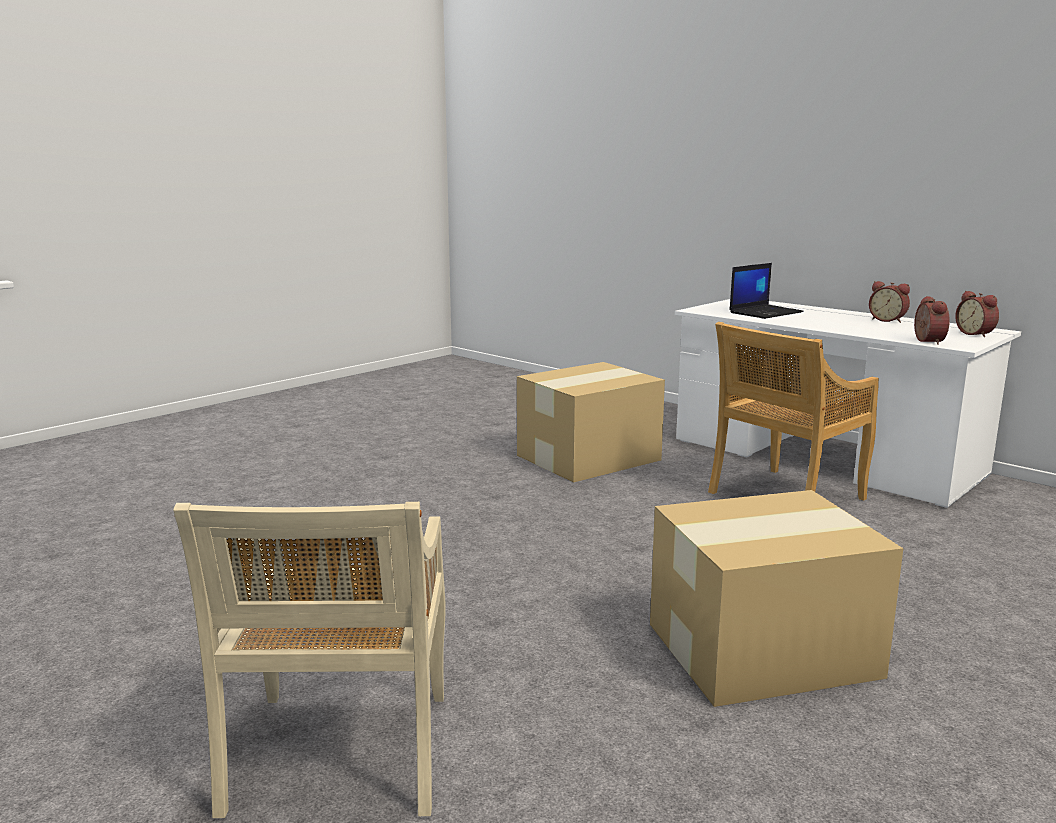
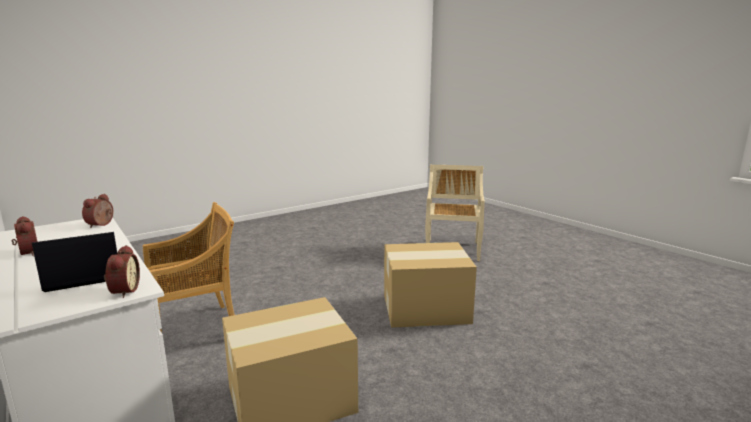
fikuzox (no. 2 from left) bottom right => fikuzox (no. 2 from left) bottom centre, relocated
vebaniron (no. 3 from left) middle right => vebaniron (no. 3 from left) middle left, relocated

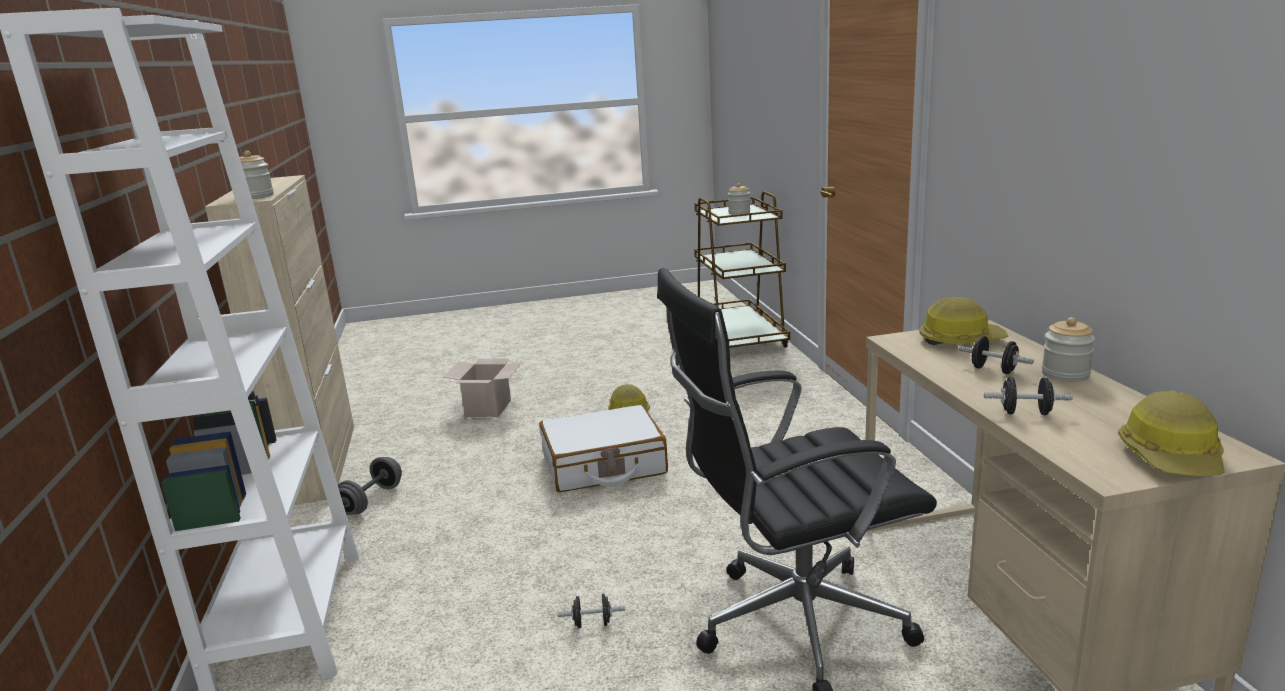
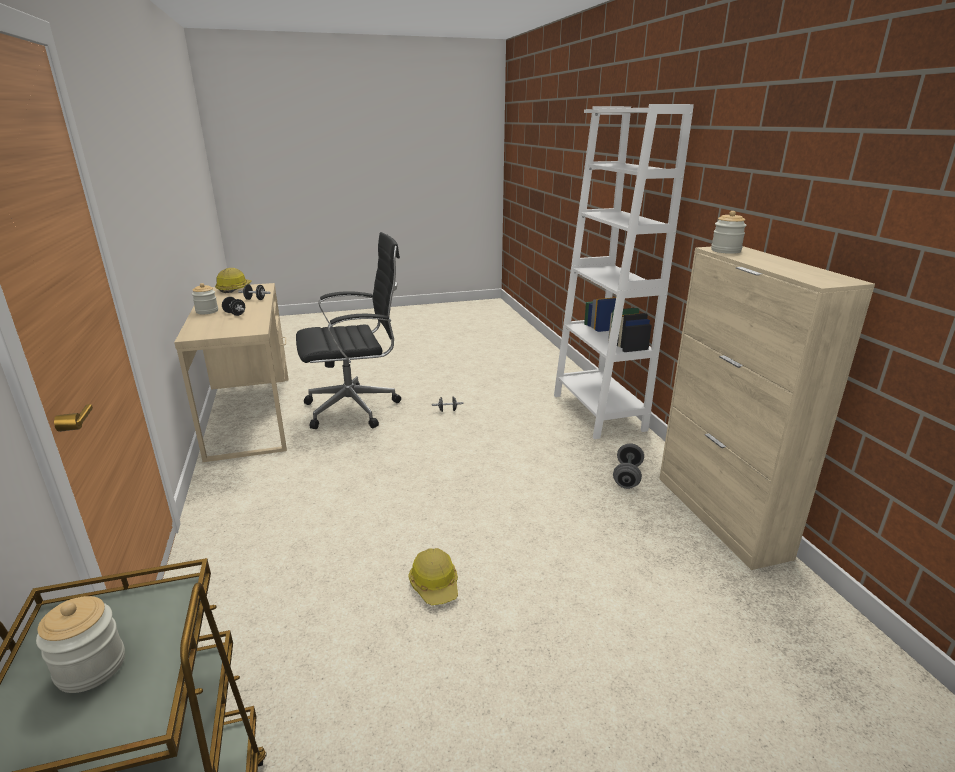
fikuzox centre => nothing
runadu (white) centre => nothing
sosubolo (no. 2 from left) middle right => nothing

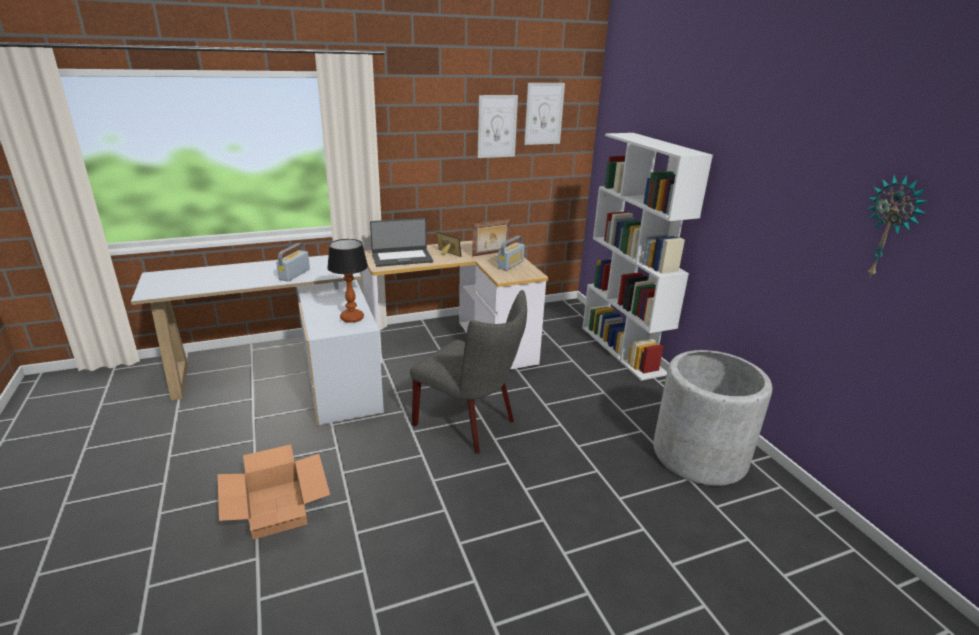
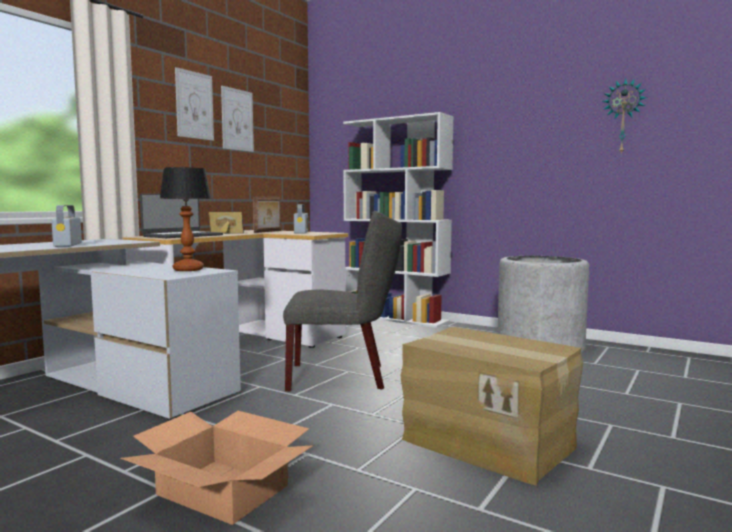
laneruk (no. 2 from left in the first image) top centre => laneruk (no. 1 from left) top left, relocated
nothing => fikuzox (no. 2 from left) bottom right

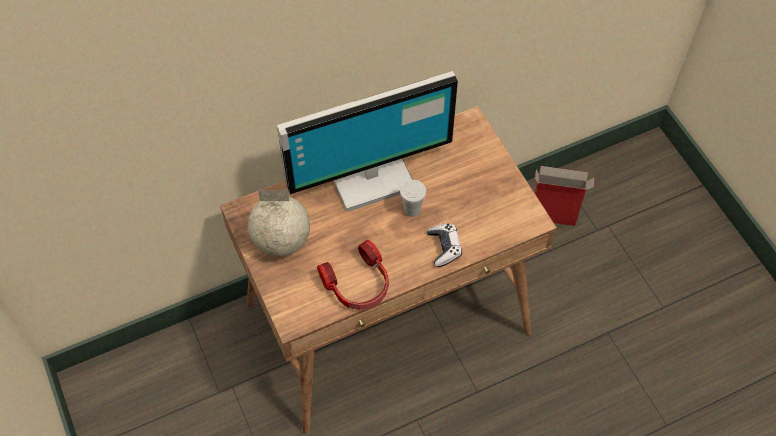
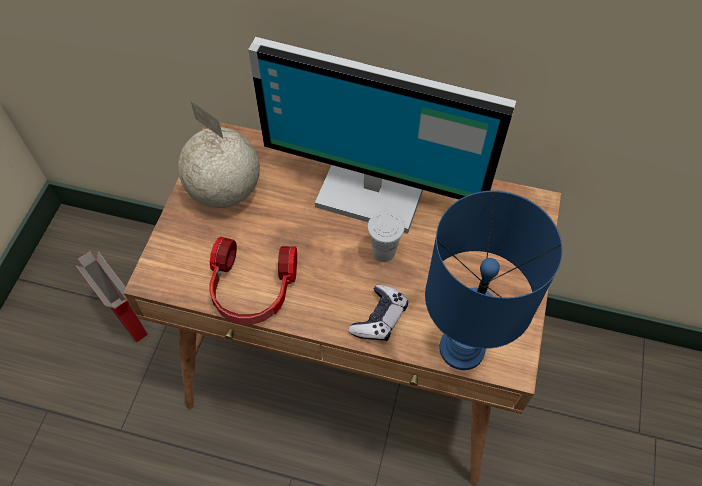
fikuzox middle right => fikuzox middle left, relocated
nothing => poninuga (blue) middle right

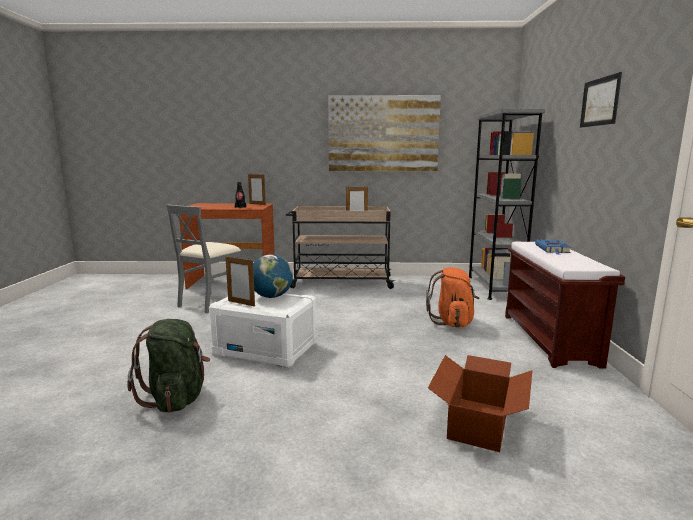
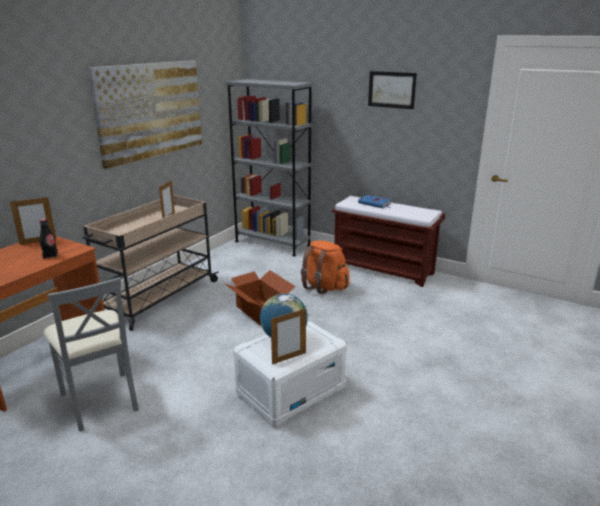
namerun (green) bottom left => nothing
fikuzox bottom right => fikuzox centre, relocated

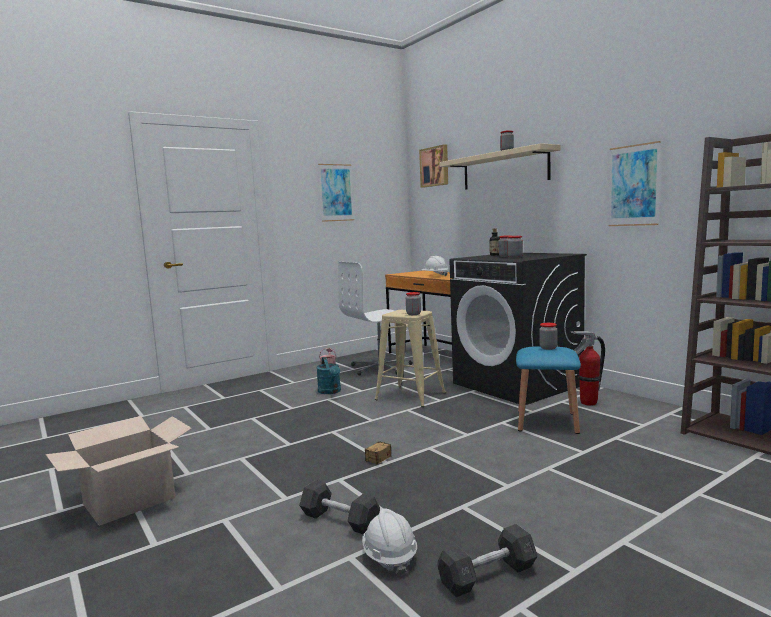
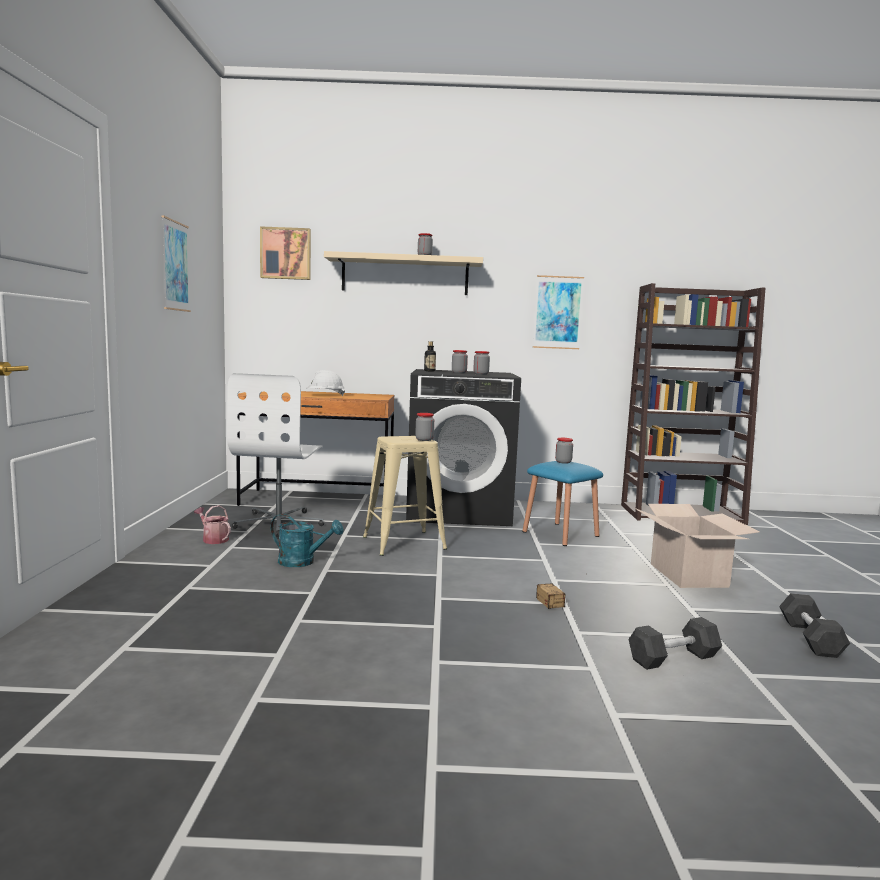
fikuzox bottom left => fikuzox middle right, relocated
sosubolo (white) (no. 1 from left) bottom centre => nothing
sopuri middle right => nothing

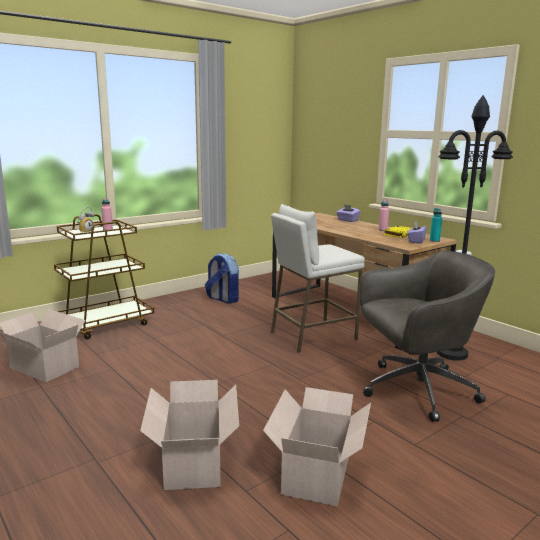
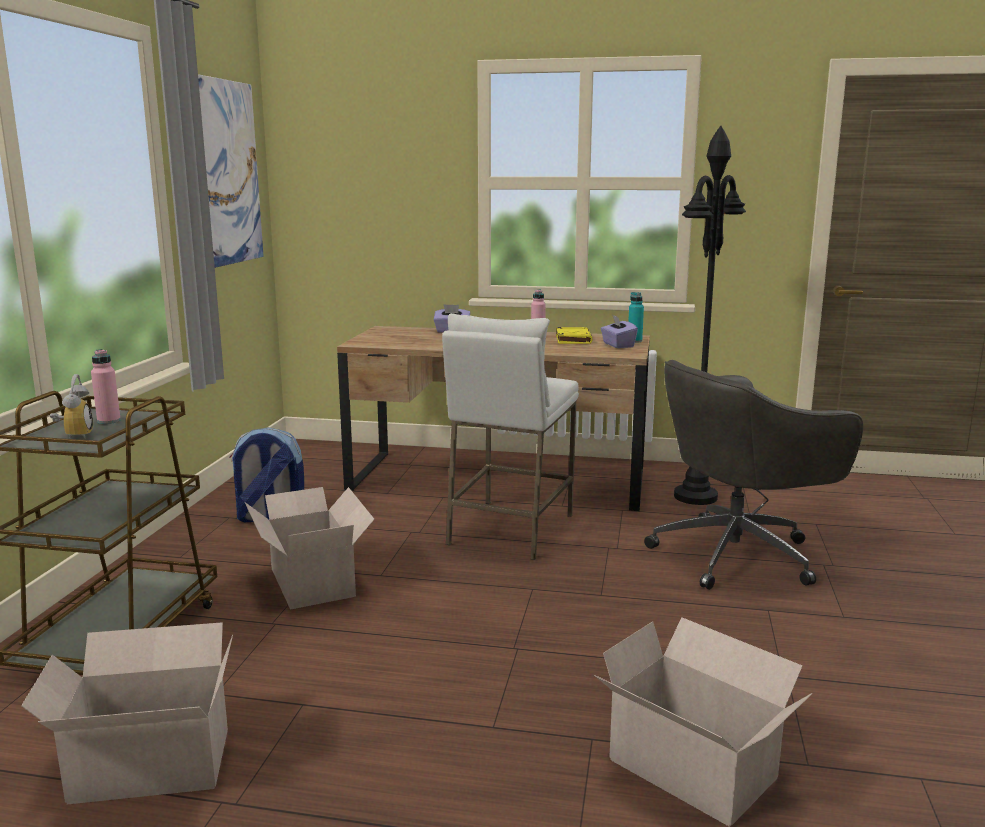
fikuzox (no. 3 from left in the first image) bottom centre => fikuzox (no. 2 from left) middle left, relocated
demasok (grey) middle right, 150 degrees counterclockwise
nothing => laneruk top left

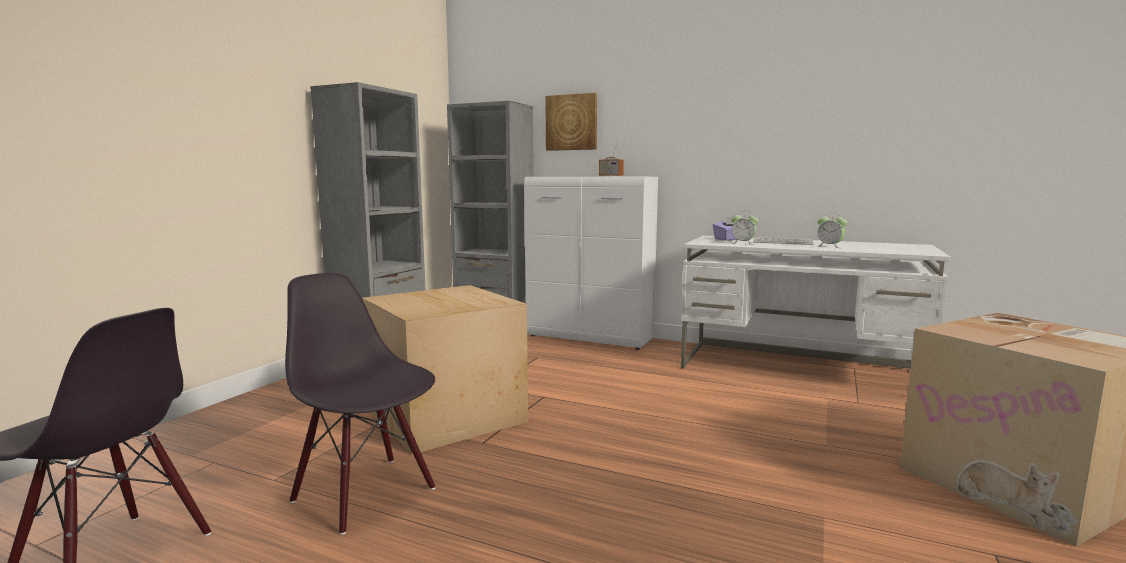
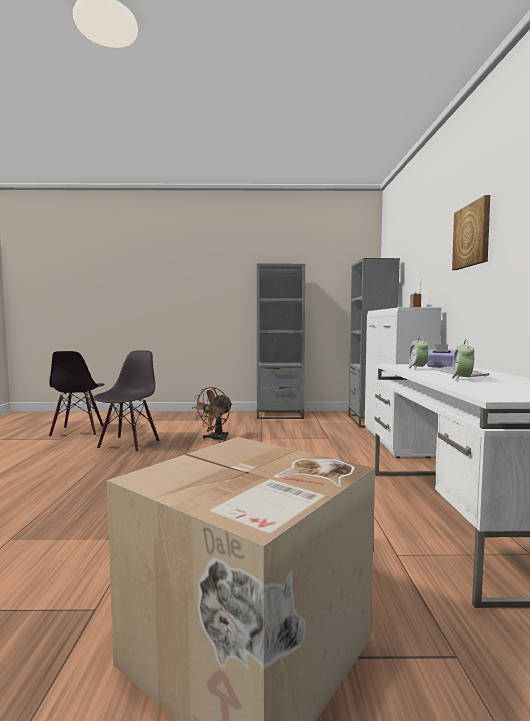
fikuzox (no. 1 from left) centre => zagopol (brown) centre
laneruk top centre => laneruk top right, relocated

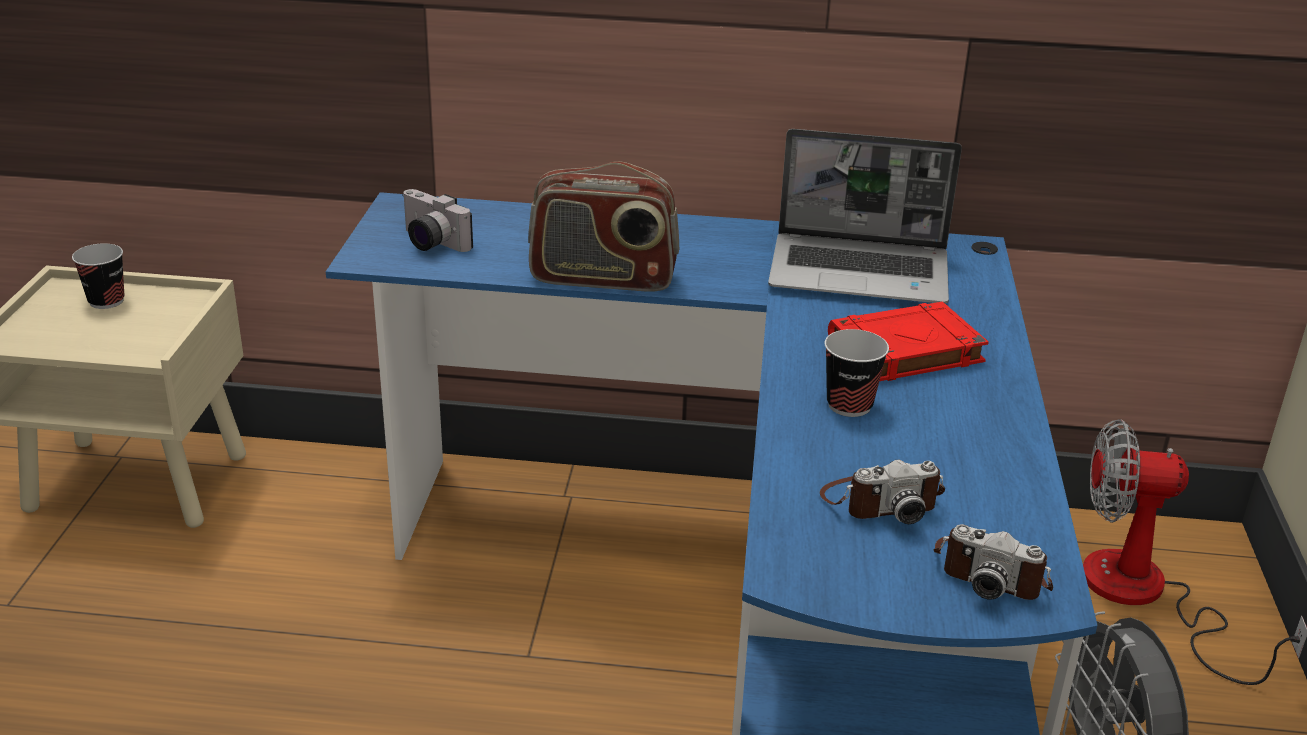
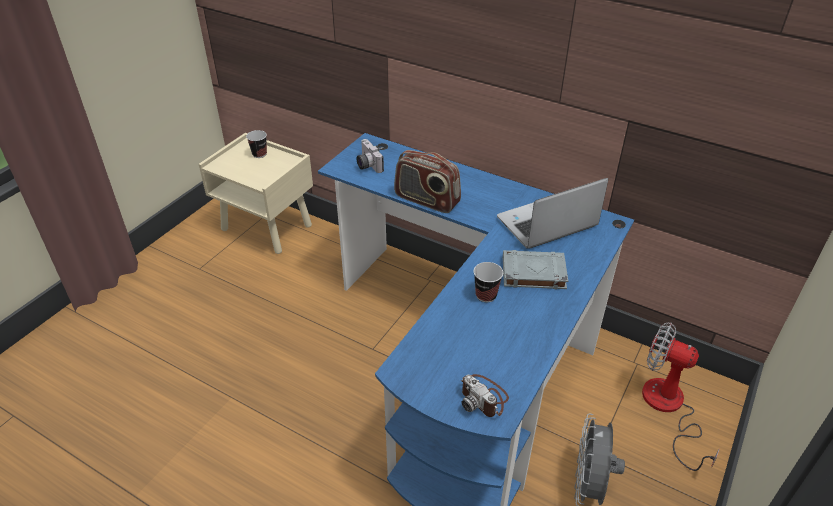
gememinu top centre => gememinu centre, 120 degrees clockwise
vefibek (no. 2 from left) bottom right => nothing
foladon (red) middle right => foladon (grey) centre

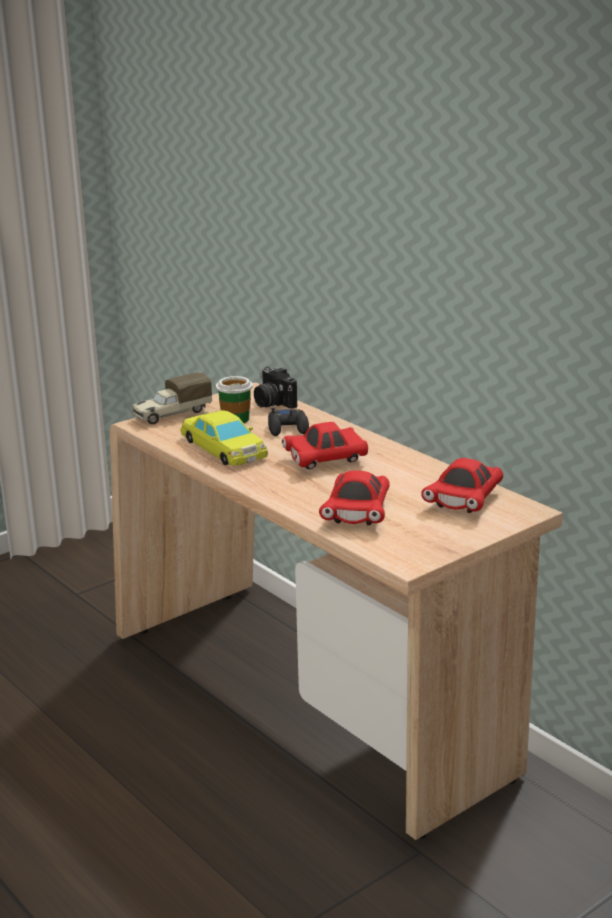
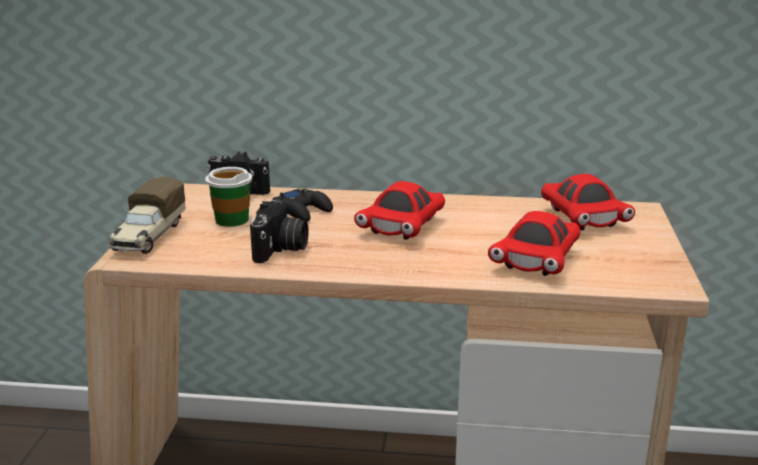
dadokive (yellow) centre => vefibek (no. 2 from left) centre
dadokive (red) (no. 2 from left) centre => dadokive (red) (no. 2 from left) middle right, 60 degrees clockwise

